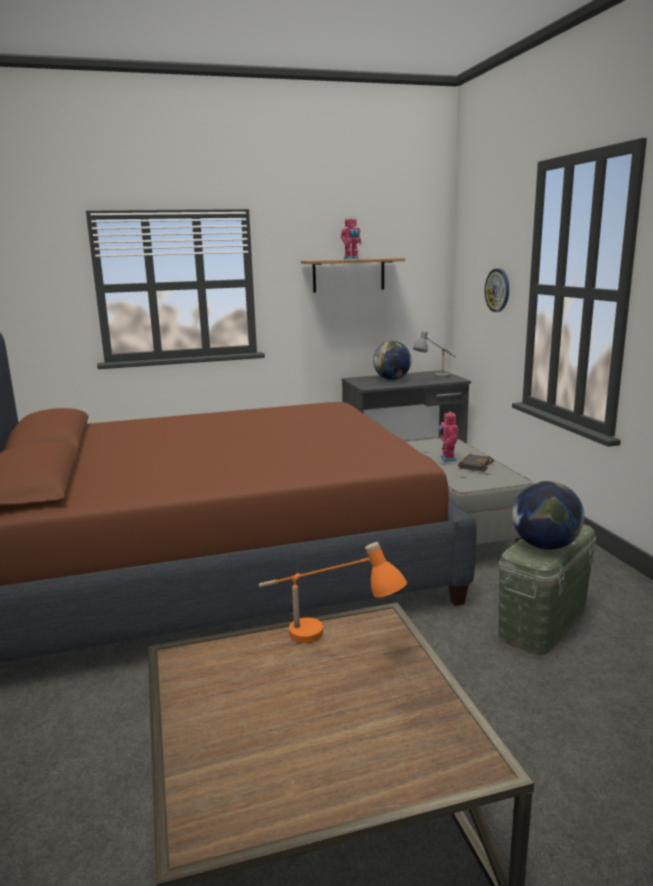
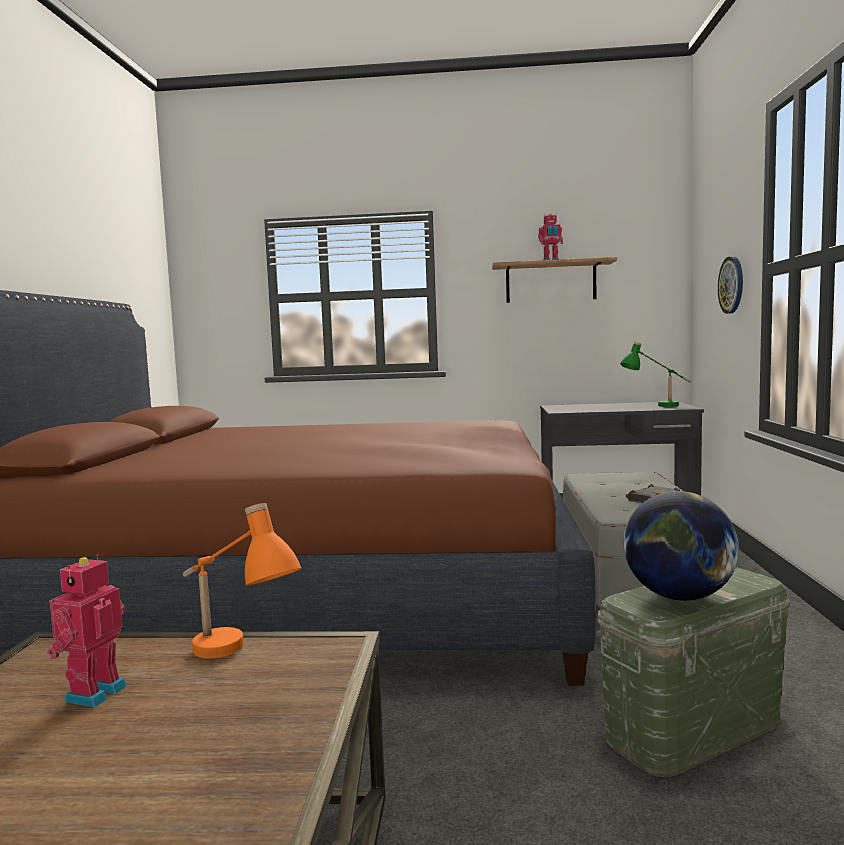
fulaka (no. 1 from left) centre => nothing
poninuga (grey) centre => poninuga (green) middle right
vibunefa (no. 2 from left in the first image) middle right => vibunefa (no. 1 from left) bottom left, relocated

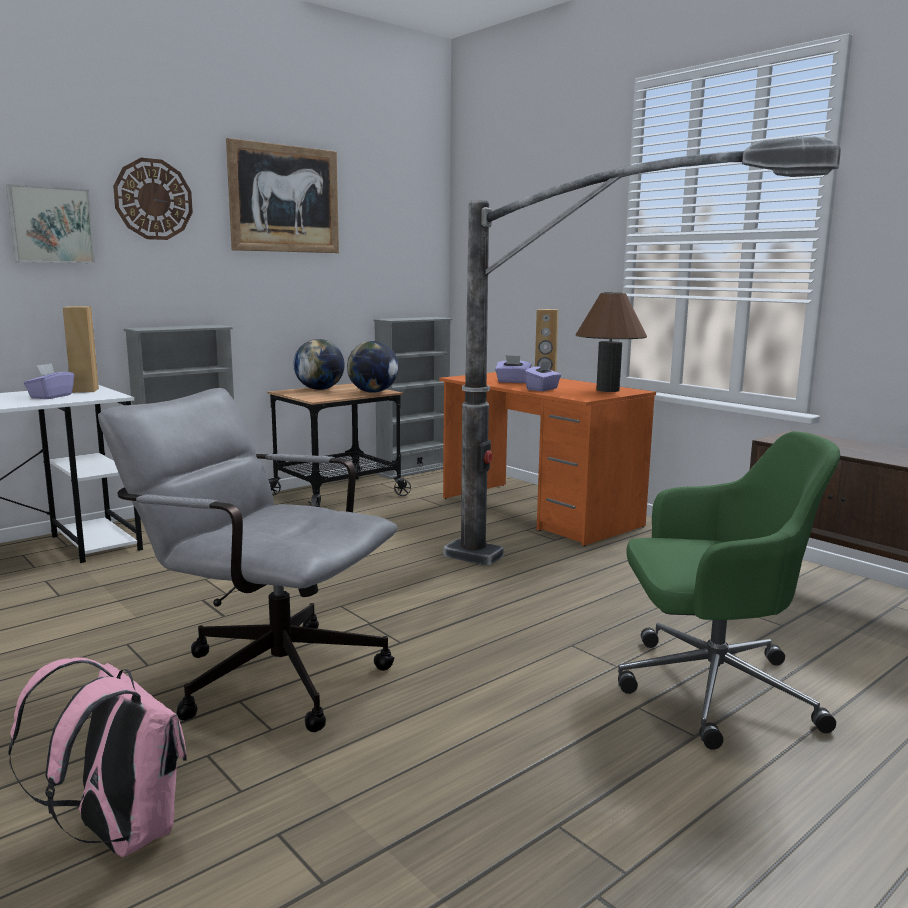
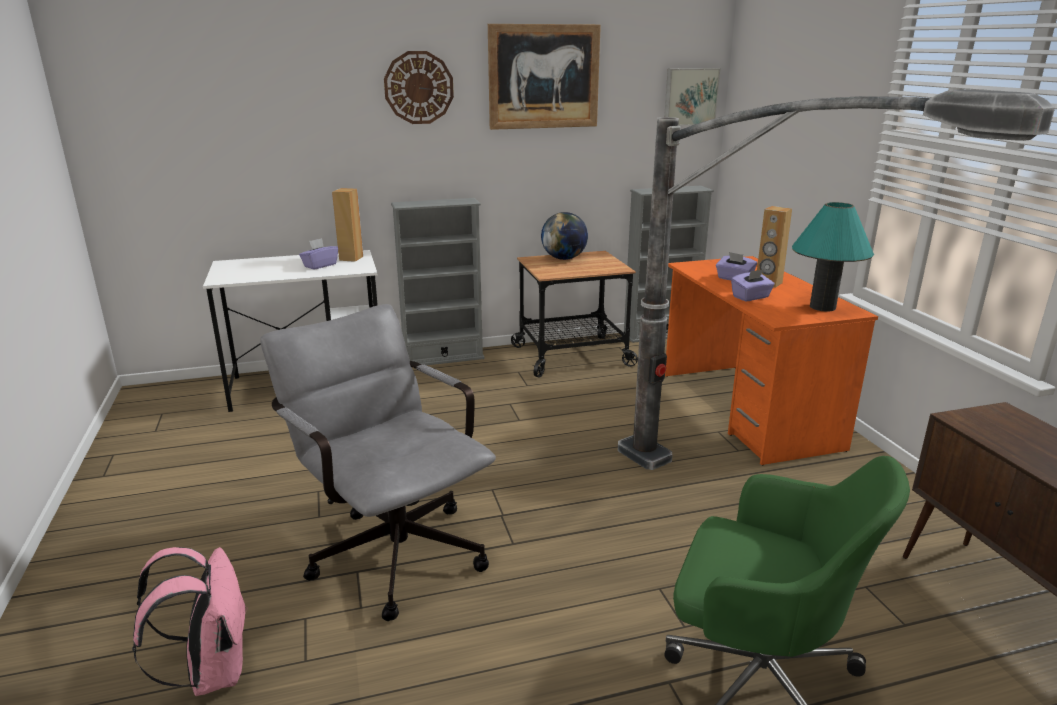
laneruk (no. 1 from left in the first image) top left => laneruk (no. 2 from left) top centre, relocated
fulaka (no. 2 from left) centre => nothing
poninuga (brown) middle right => poninuga (turquoise) middle right

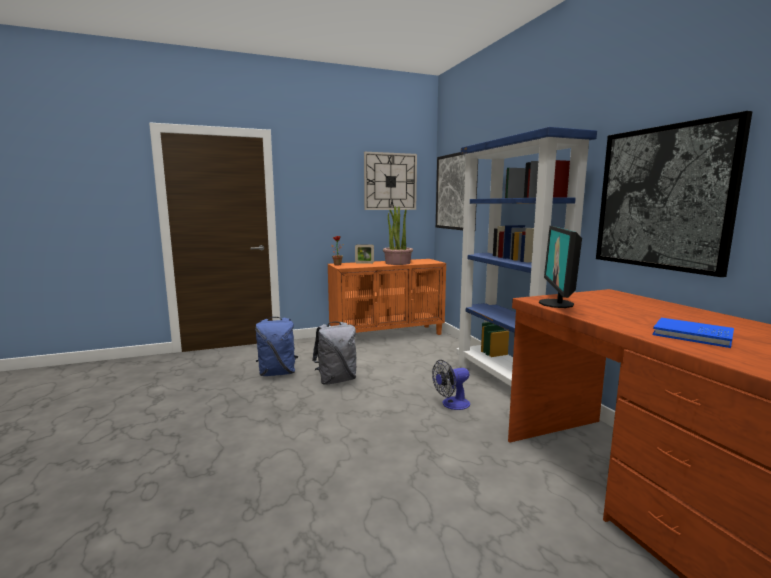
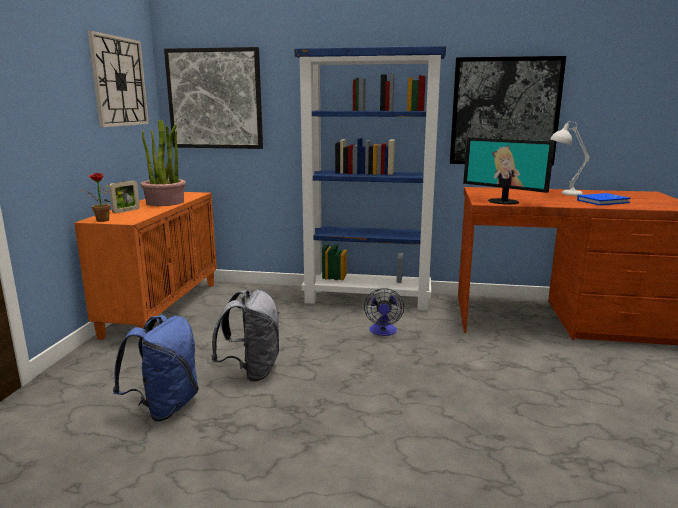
nothing => poninuga (white) top right

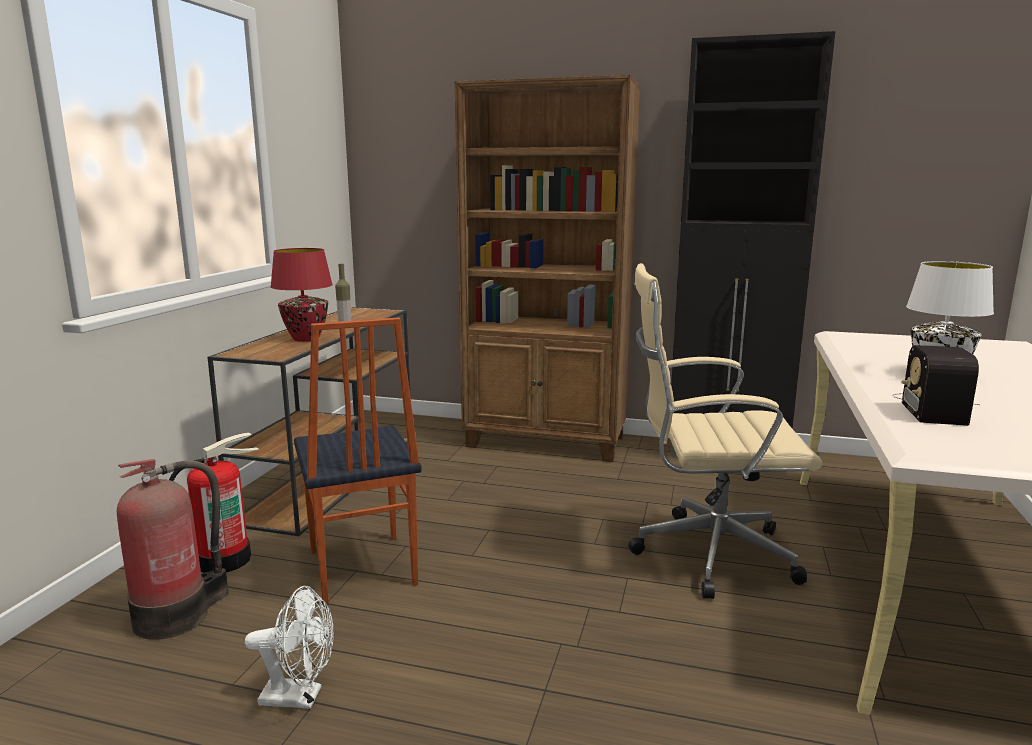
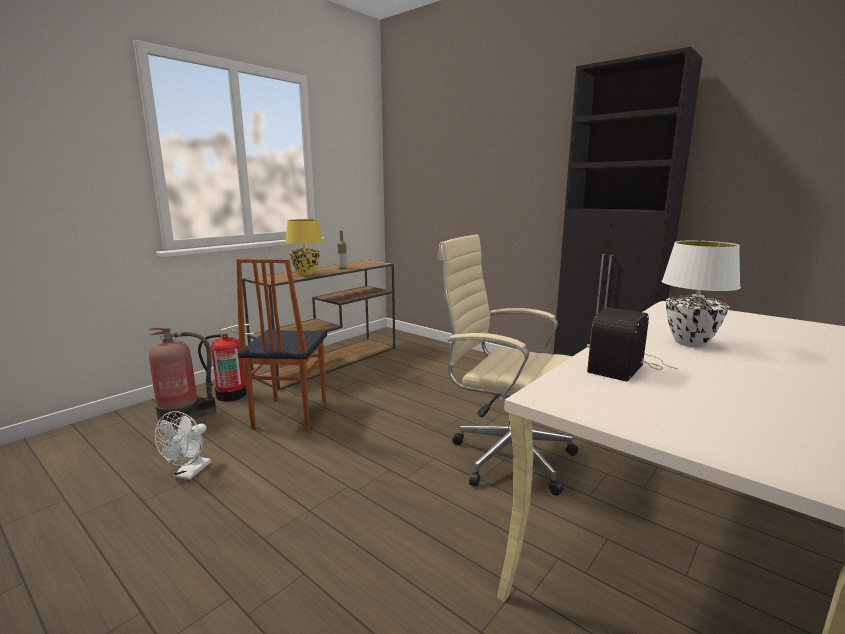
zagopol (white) bottom left, 75 degrees clockwise
poninuga (red) middle left => poninuga (yellow) centre
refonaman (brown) centre => nothing

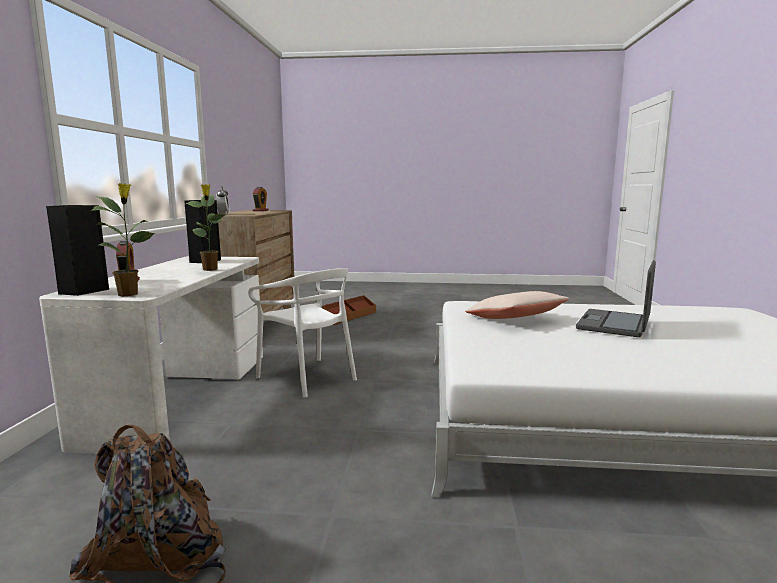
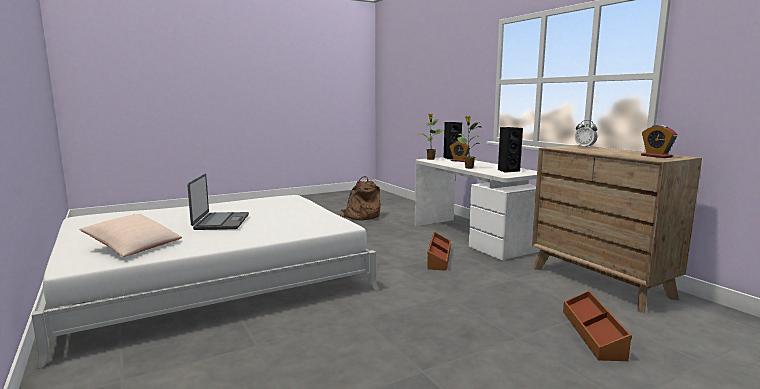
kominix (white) centre => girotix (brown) (no. 1 from left) centre
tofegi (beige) centre => tofegi (beige) middle left, relocated

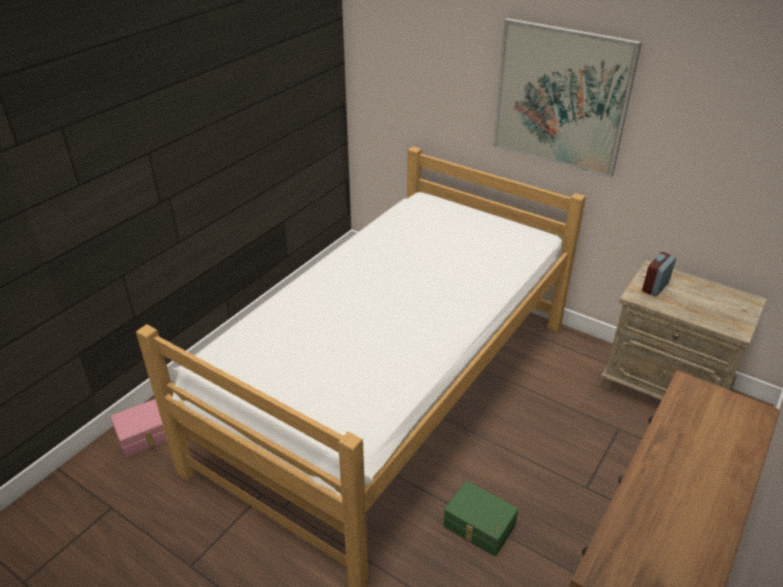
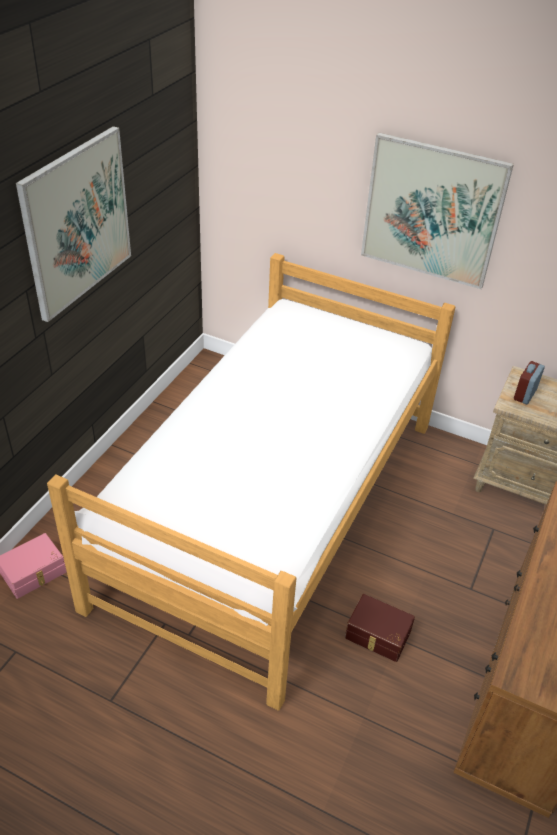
girotix (green) bottom centre => girotix (brown) bottom right
nothing => laneruk (no. 1 from left) top left

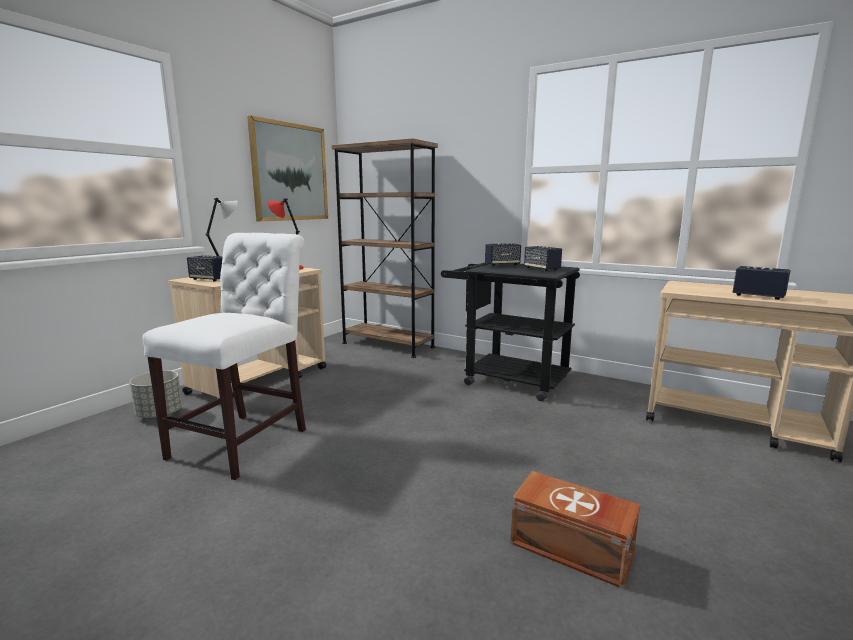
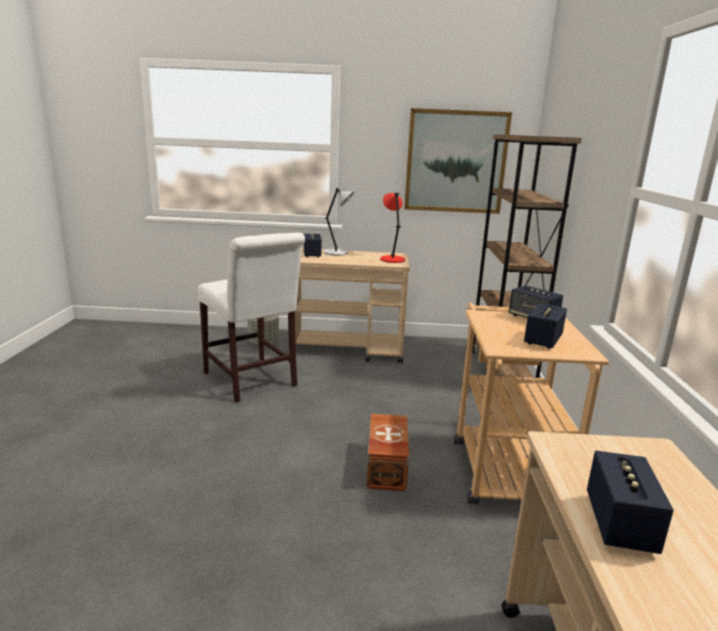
kominix (white) middle left => kominix (white) centre, 60 degrees clockwise
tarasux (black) centre => tarasux (beige) (no. 2 from left) middle right
girotix (brown) bottom right => girotix (brown) bottom centre, relocated

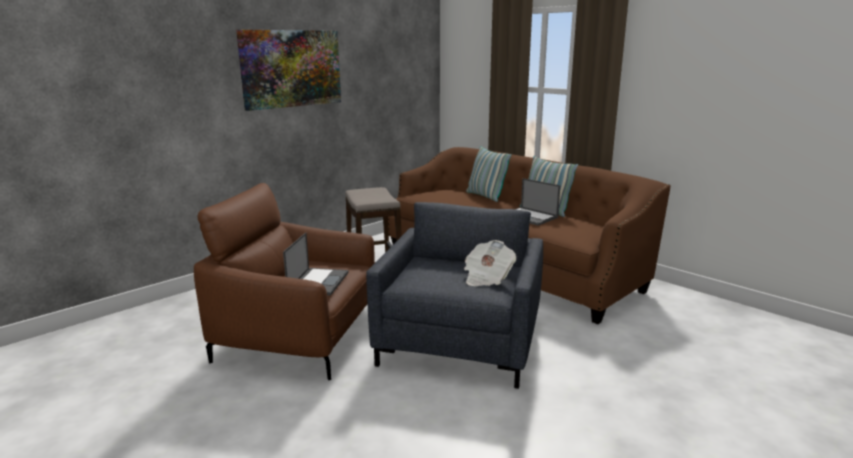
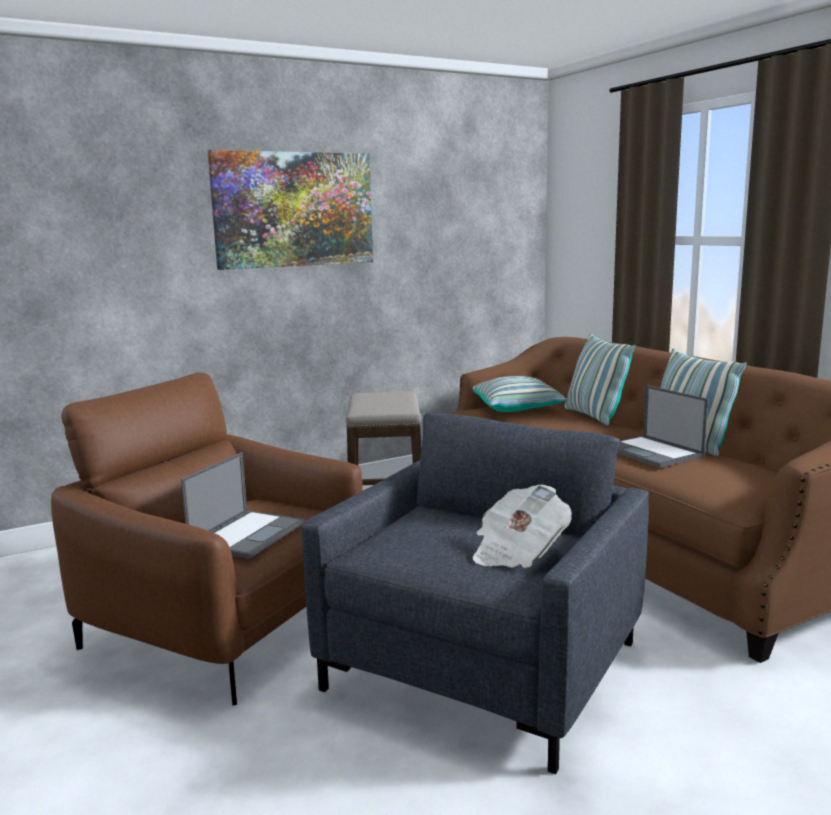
nothing => tofegi (no. 1 from left) centre

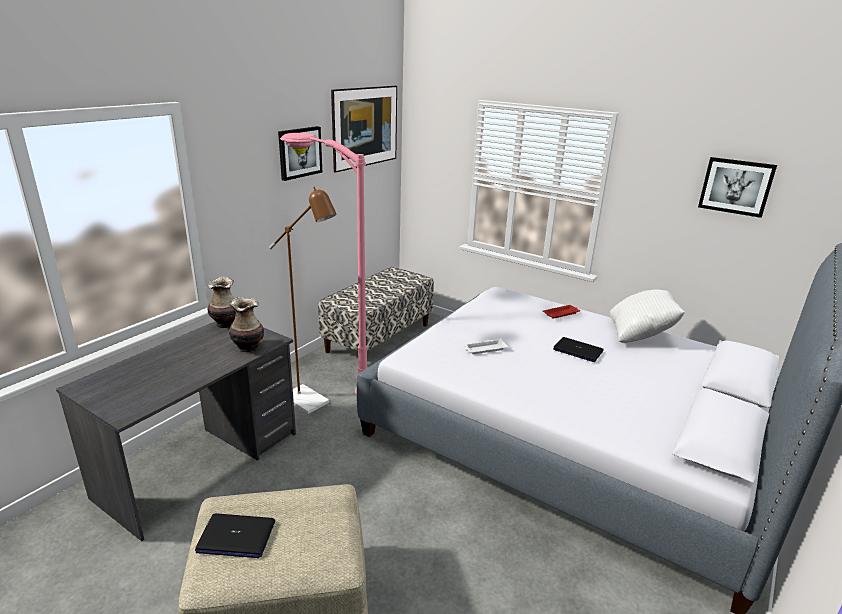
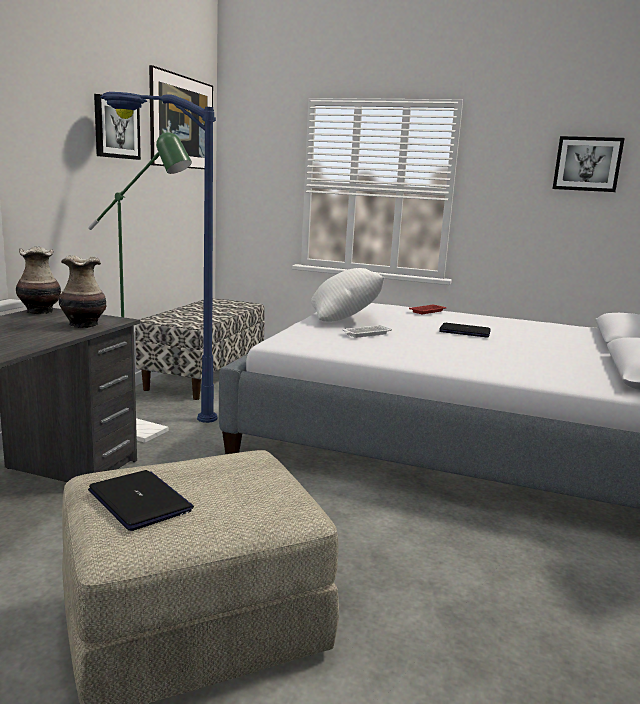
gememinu (no. 1 from left) bottom left, 120 degrees counterclockwise
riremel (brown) centre => riremel (green) middle left
riremel (pink) centre => riremel (blue) middle left
tofegi (white) middle right => tofegi (white) centre, relocated

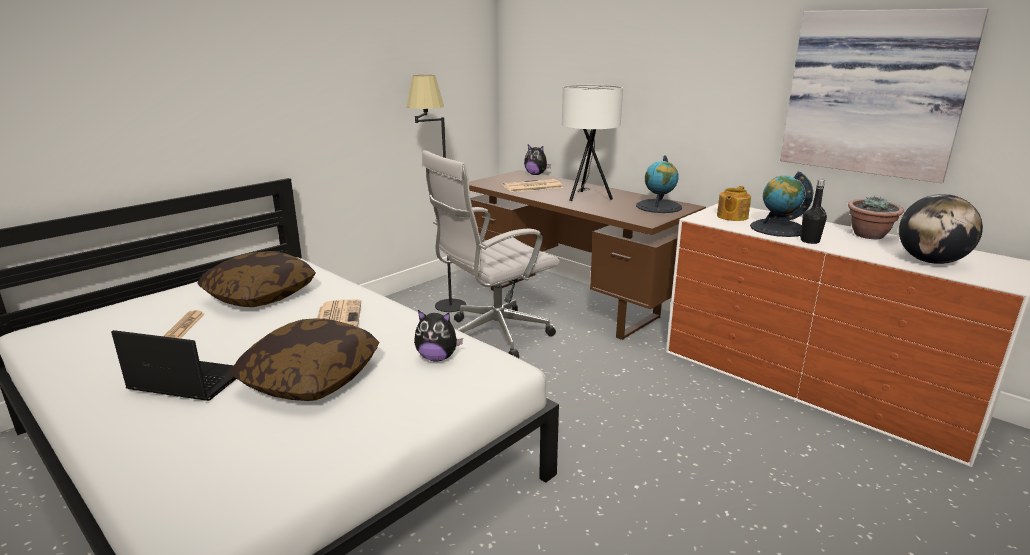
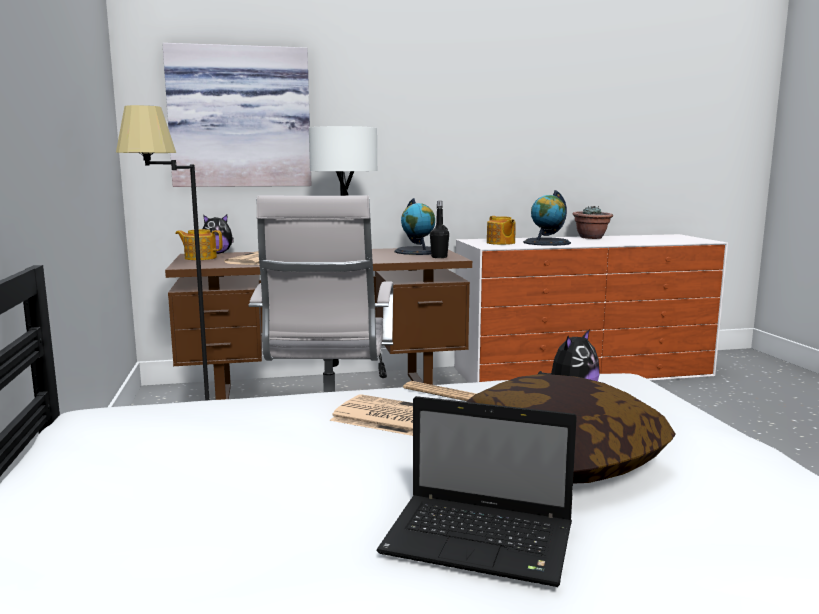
gememinu middle left => gememinu bottom centre, 120 degrees counterclockwise
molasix (no. 1 from left in the first image) middle left => molasix (no. 3 from left) centre, relocated
tofegi (no. 1 from left) middle left => nothing
laneruk top right => laneruk top left, relocated
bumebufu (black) middle right => bumebufu (black) centre, relocated
fulaka (no. 3 from left) middle right => nothing
nothing => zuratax (no. 1 from left) middle left

